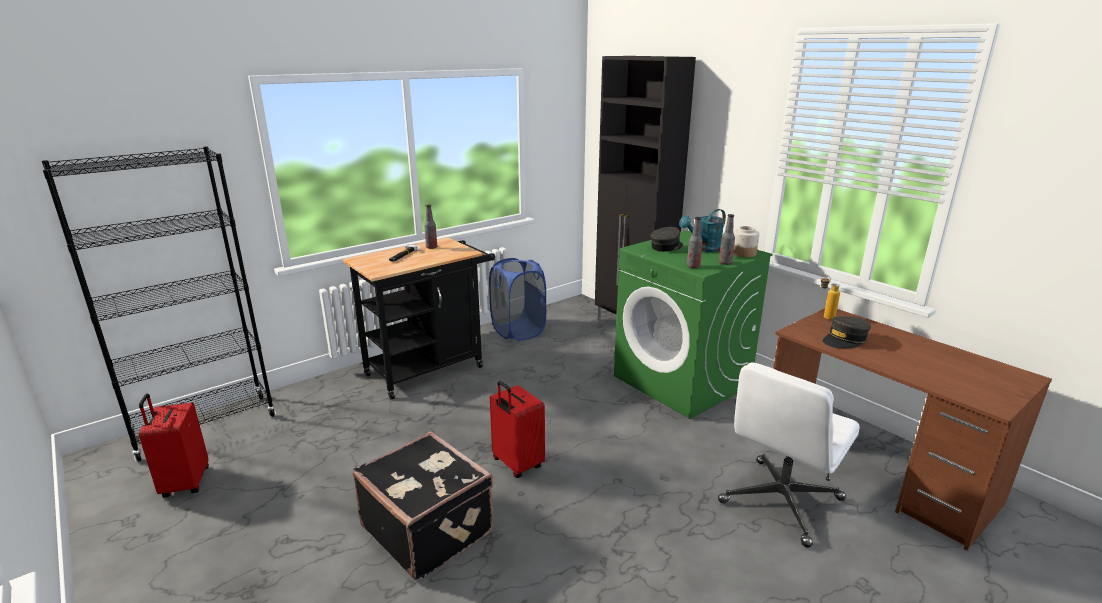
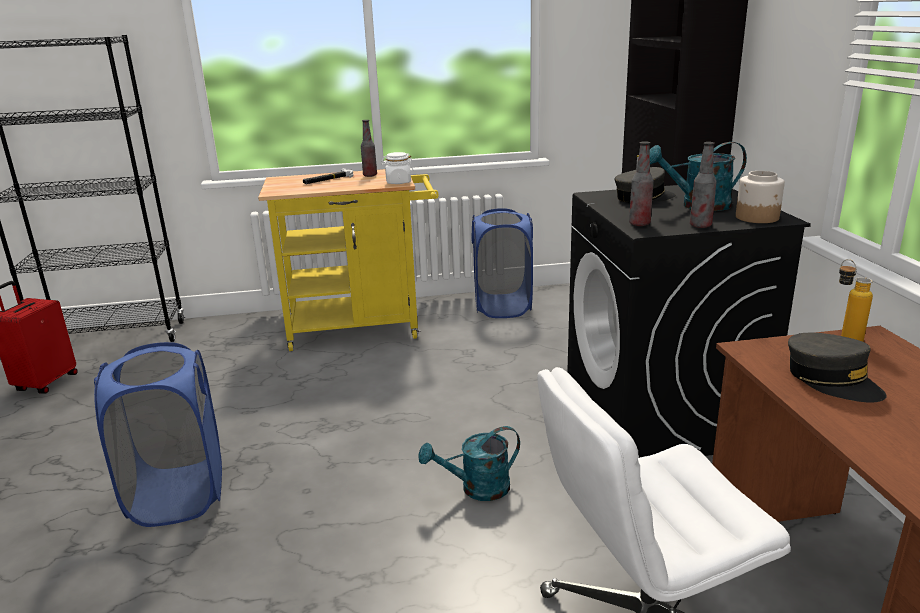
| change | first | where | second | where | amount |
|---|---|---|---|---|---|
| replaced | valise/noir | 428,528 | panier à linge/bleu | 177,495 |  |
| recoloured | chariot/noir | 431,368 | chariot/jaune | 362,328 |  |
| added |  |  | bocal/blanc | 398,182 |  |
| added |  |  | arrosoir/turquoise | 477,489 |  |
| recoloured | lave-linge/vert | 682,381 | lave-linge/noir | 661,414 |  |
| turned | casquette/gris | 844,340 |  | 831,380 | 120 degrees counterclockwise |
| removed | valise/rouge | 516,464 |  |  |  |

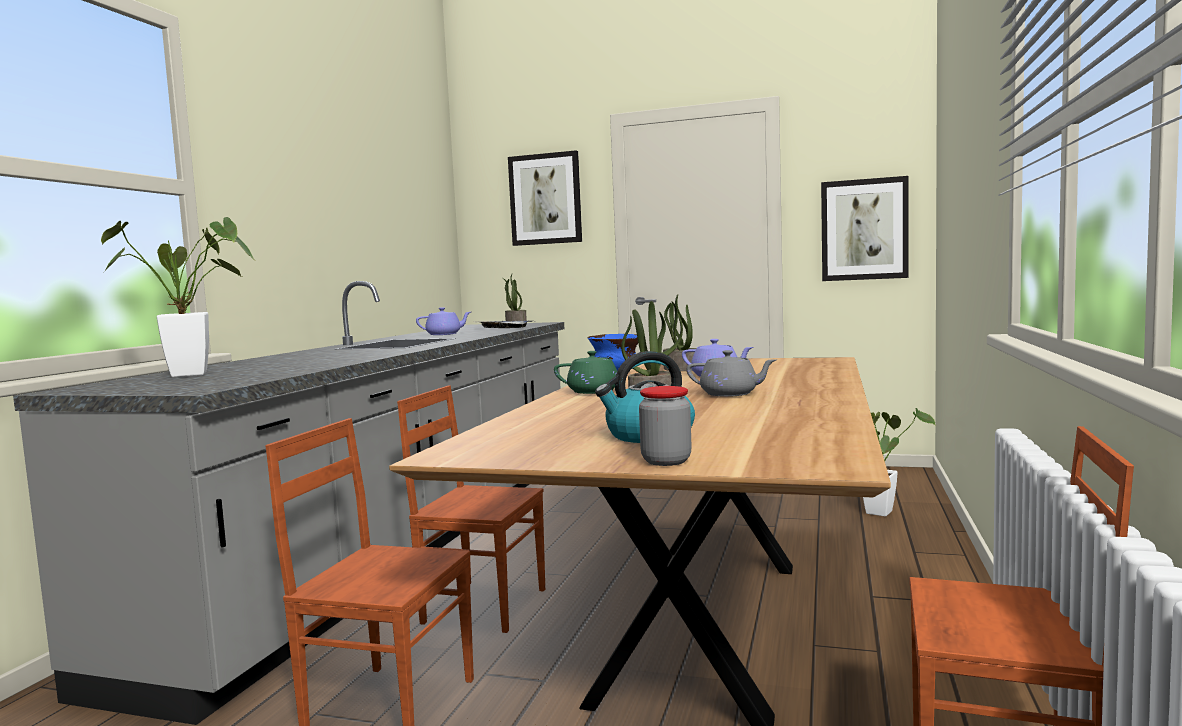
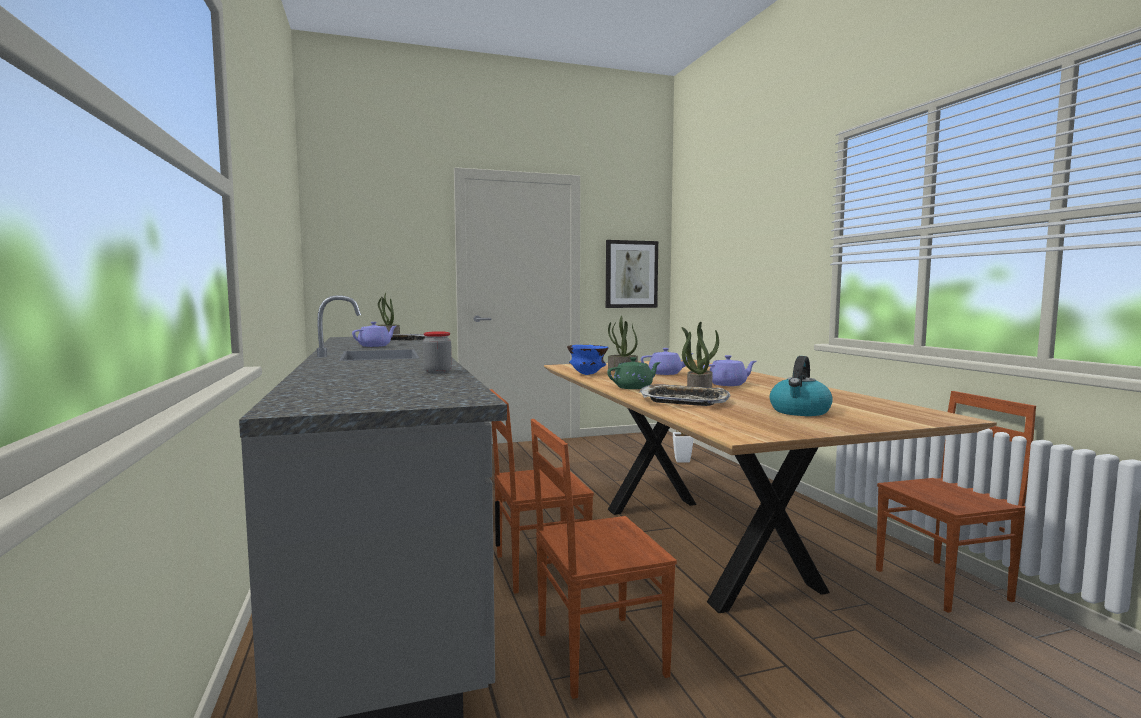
| change | first | where | second | where | amount |
|---|---|---|---|---|---|
| moved | bocal | 666,461 |  | 437,372 |  |
| added |  |  | plateau | 684,401 |  |
| recoloured | théière/gris | 730,394 | théière/violet | 728,384 |  |
| removed | plante en pot | 200,374 |  |  |  |
| removed | tableau | 545,199 |  |  |  |

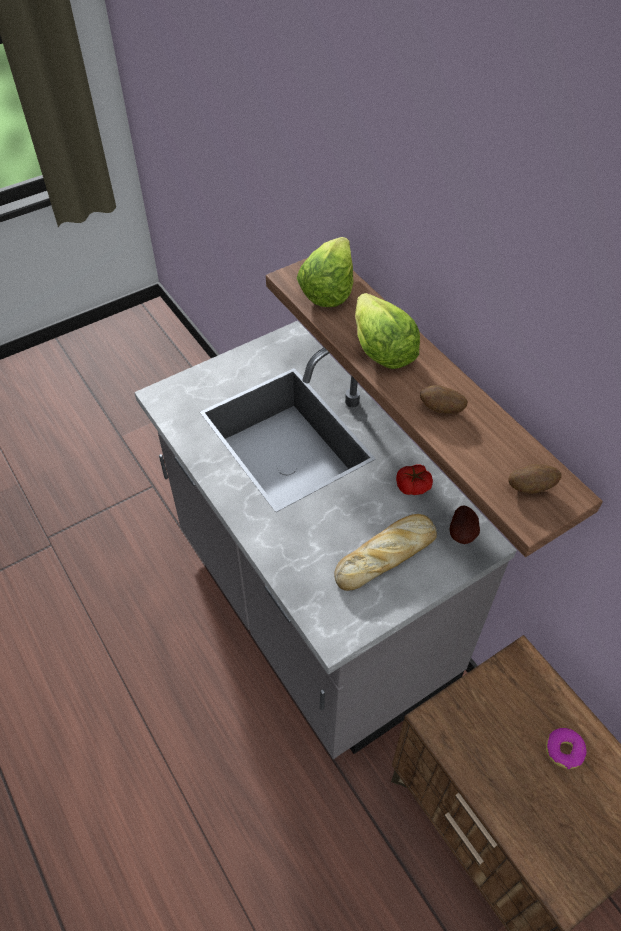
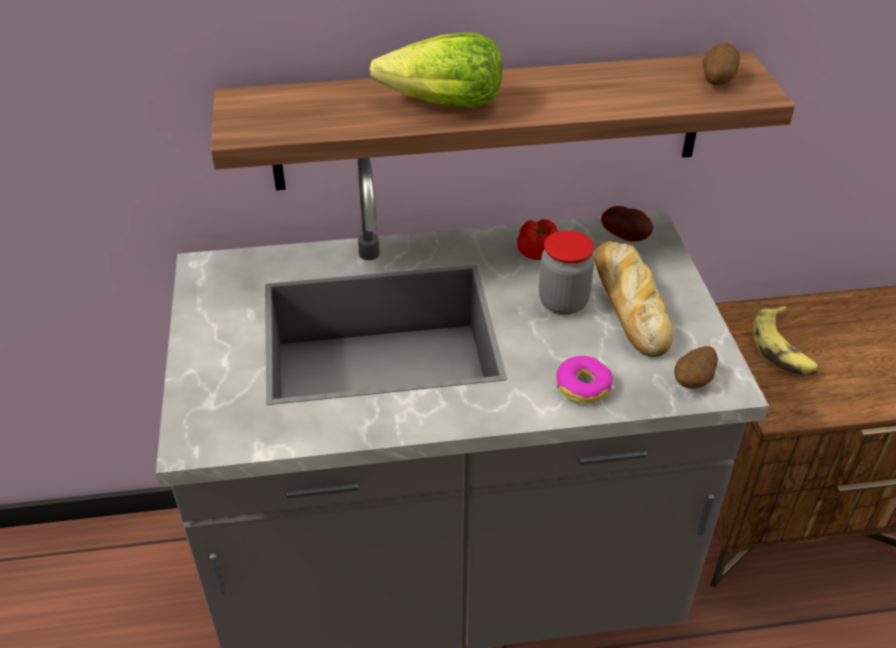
| change | first | where | second | where | amount |
|---|---|---|---|---|---|
| added |  |  | bocal | 563,302 |  |
| moved | beignet | 564,750 |  | 583,386 |  |
| moved | pomme de terre | 441,410 |  | 693,381 |  |
| added |  |  | banane | 783,349 |  |
| removed | laitue | 328,289 |  |  |  |

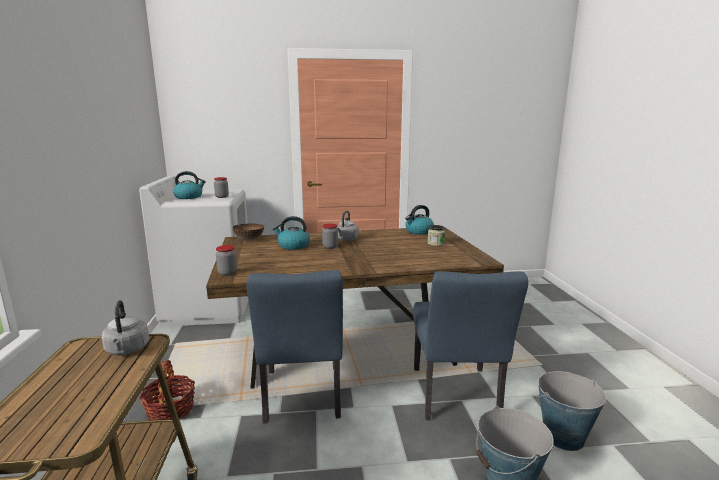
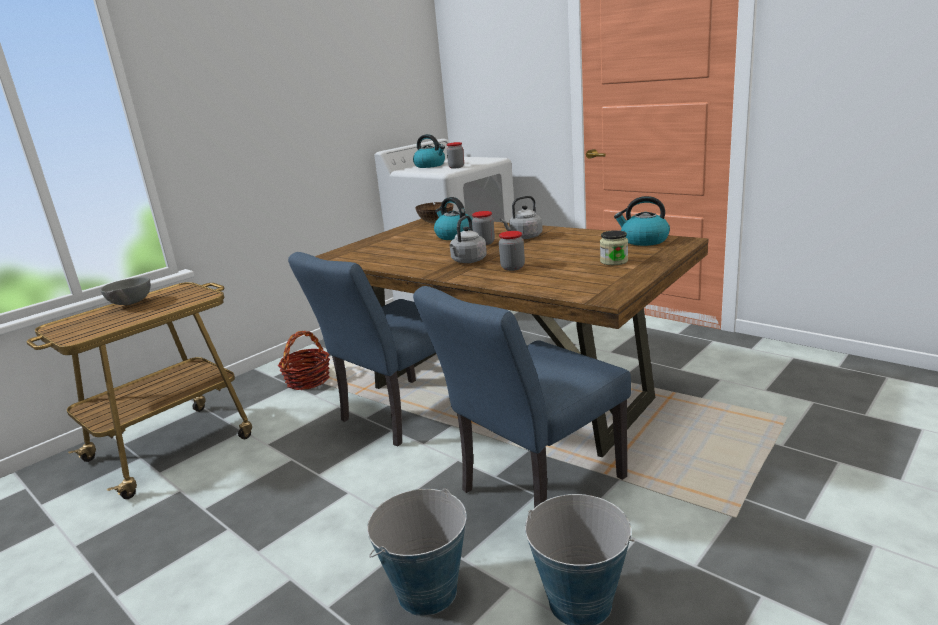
| change | first | where | second | where | amount |
|---|---|---|---|---|---|
| added |  |  | bol/gris | 130,303 |  |
| moved | bouilloire/gris | 127,350 |  | 468,261 |  |
| moved | bocal | 227,273 |  | 512,267 |  |

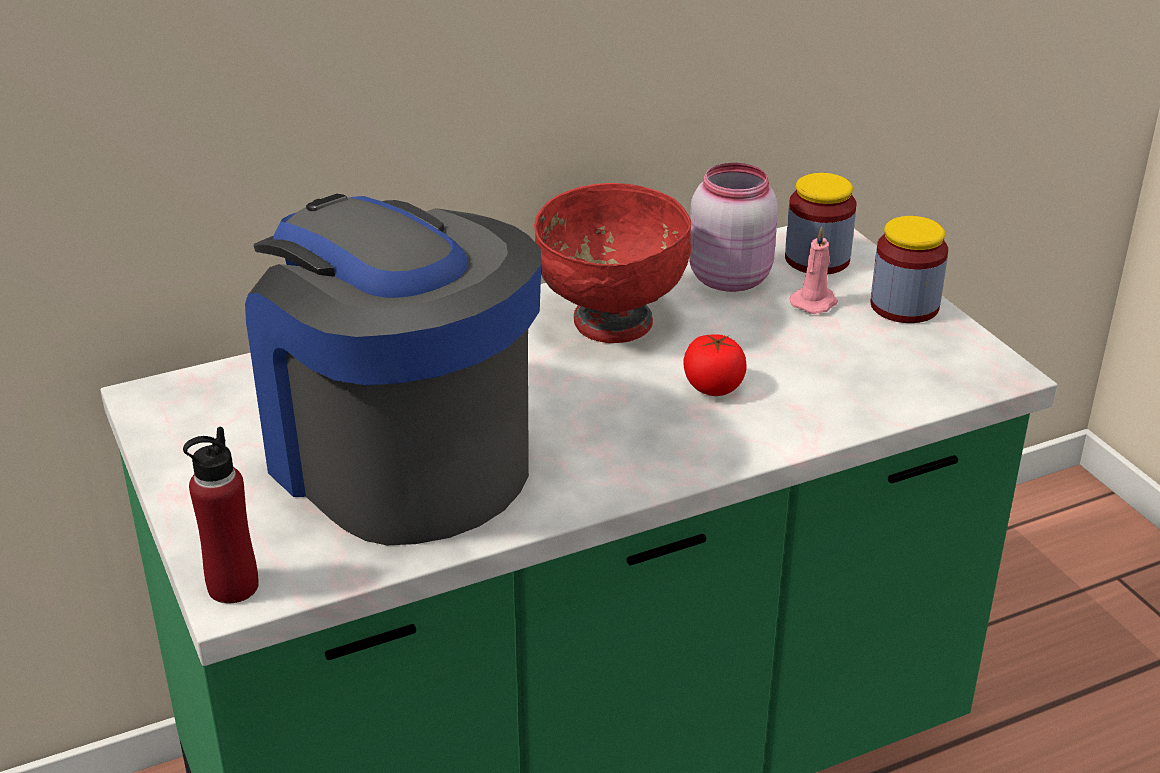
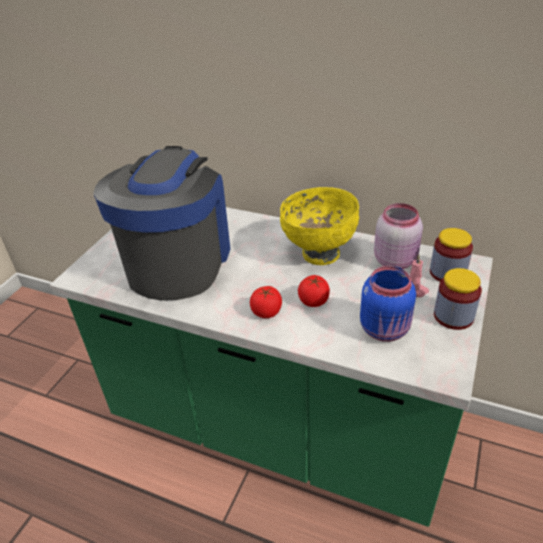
| change | first | where | second | where | amount |
|---|---|---|---|---|---|
| added |  |  | tomate | 266,312 |  |
| recoloured | bol/rouge | 610,323 | bol/jaune | 319,253 |  |
| added |  |  | bocal/bleu | 386,329 |  |
| removed | bouteille/rouge | 232,586 |  |  |  |

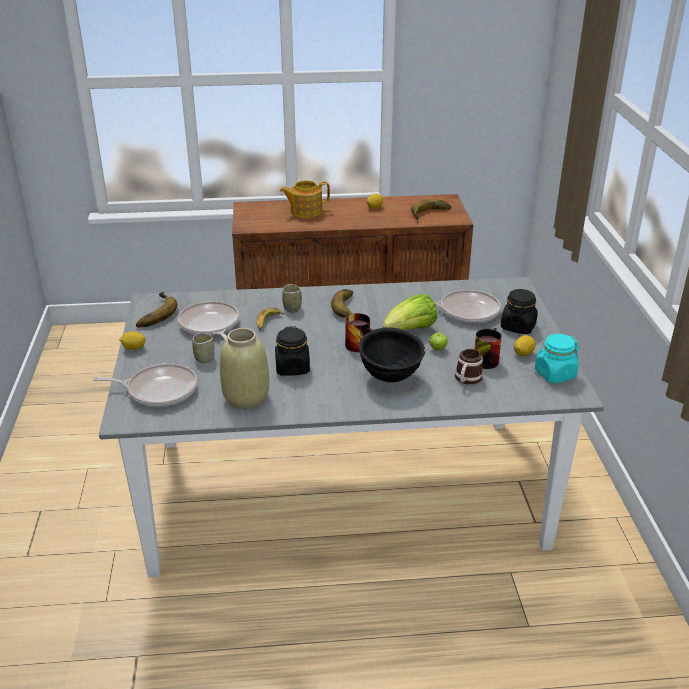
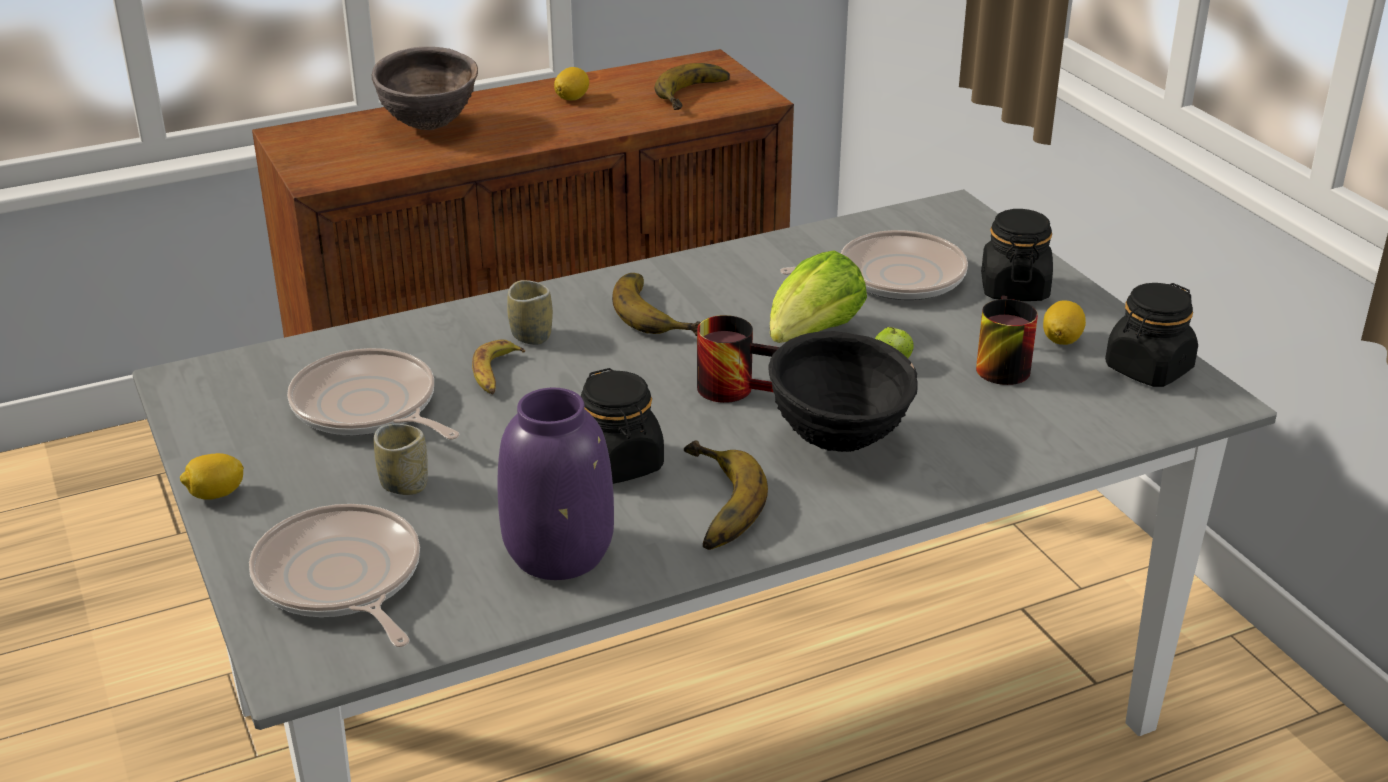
| change | first | where | second | where | amount |
|---|---|---|---|---|---|
| turned | poêle | 159,390 |  | 341,580 | 105 degrees counterclockwise |
| replaced | théière | 305,211 | bol/marron | 428,126 |  |
| recoloured | vase/beige | 245,398 | vase/violet | 558,554 |  |
| moved | banane | 153,314 |  | 708,504 |  |
| recoloured | bocal/turquoise | 554,374 | bocal/noir | 1148,369 |  |
| removed | mug | 467,379 |  |  |  |

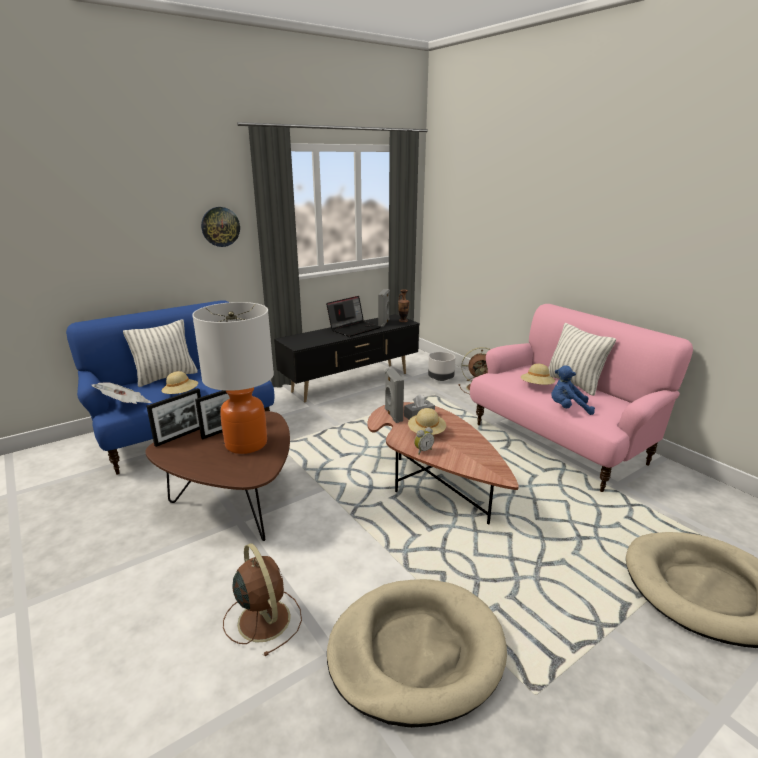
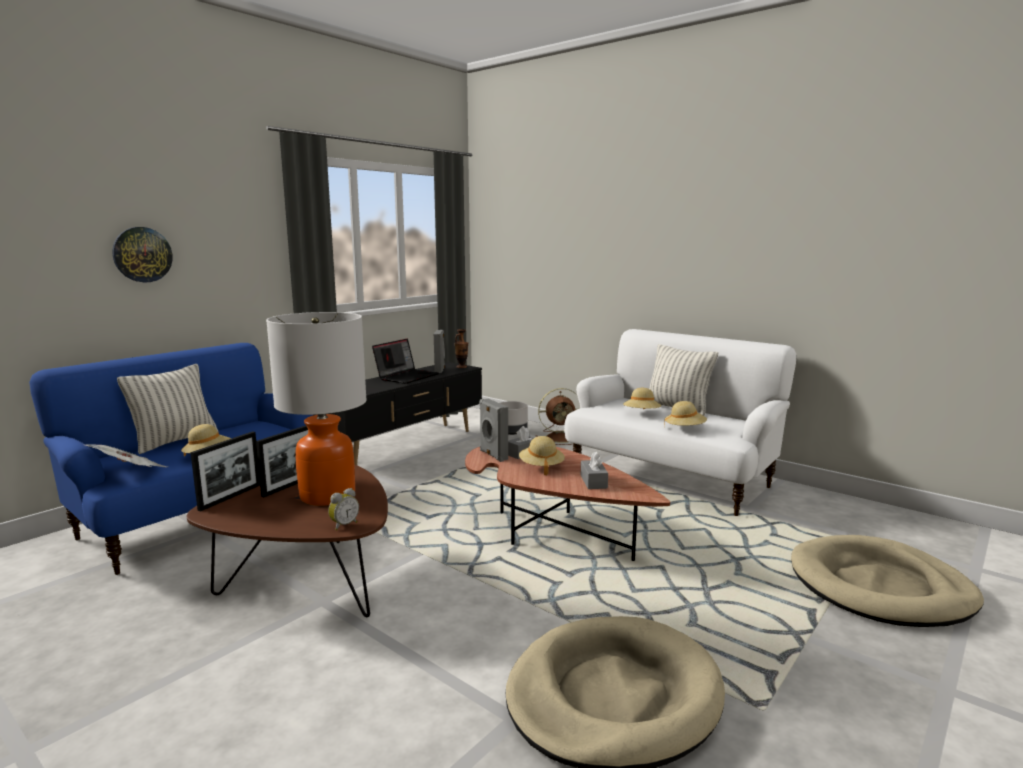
| change | first | where | second | where | amount |
|---|---|---|---|---|---|
| moved | horloge murale | 220,226 |  | 142,254 |  |
| moved | réveil | 423,450 |  | 343,525 |  |
| recoloured | canapé/rose | 559,442 | canapé/blanc | 671,478 |  |
| added |  |  | boîte à mouchoirs/gris | 593,481 |  |
| replaced | peluche/bleu | 568,408 | chapeau/beige | 685,429 |  |
| removed | ventilateur/marron | 263,618 |  |  |  |

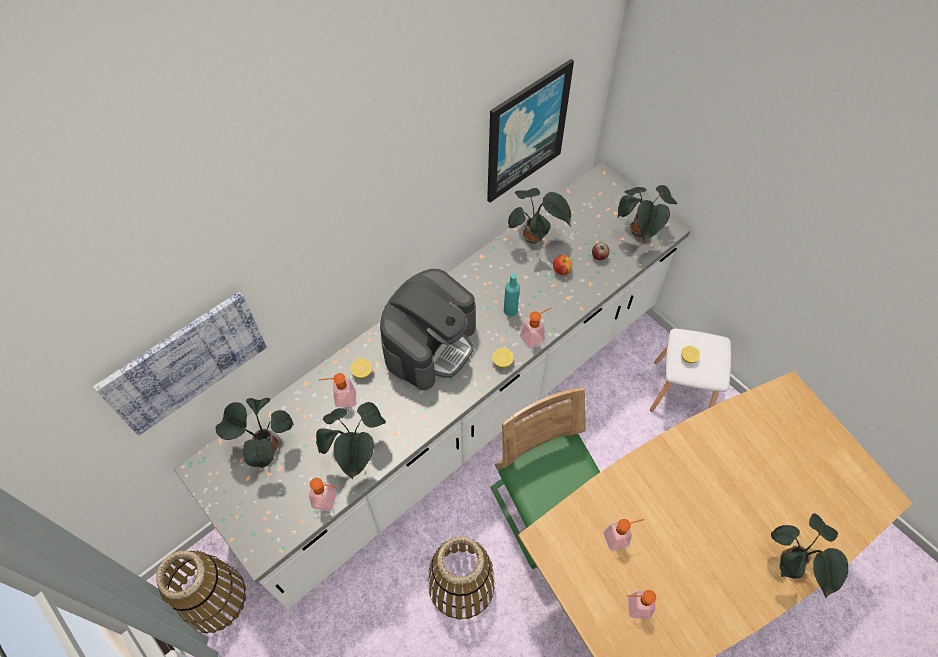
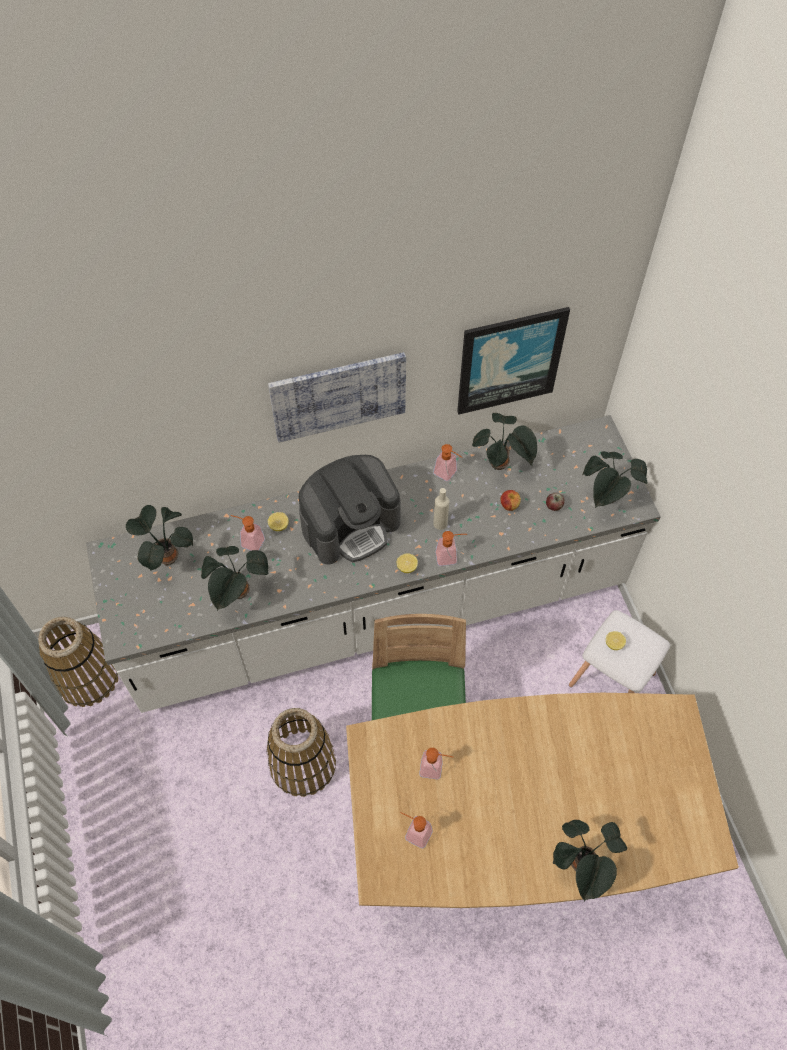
| change | first | where | second | where | amount |
|---|---|---|---|---|---|
| moved | tableau | 185,362 |  | 338,395 |  |
| moved | distributeur de savon | 329,500 |  | 448,474 |  |
| recoloured | bouteille/turquoise | 510,310 | bouteille/beige | 440,523 |  |

